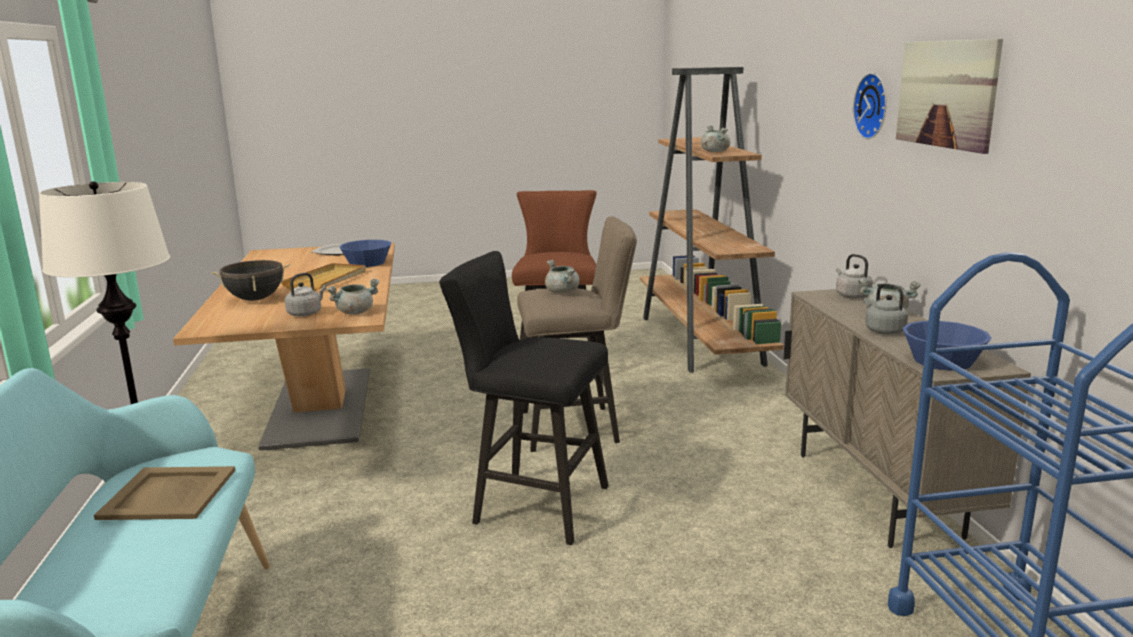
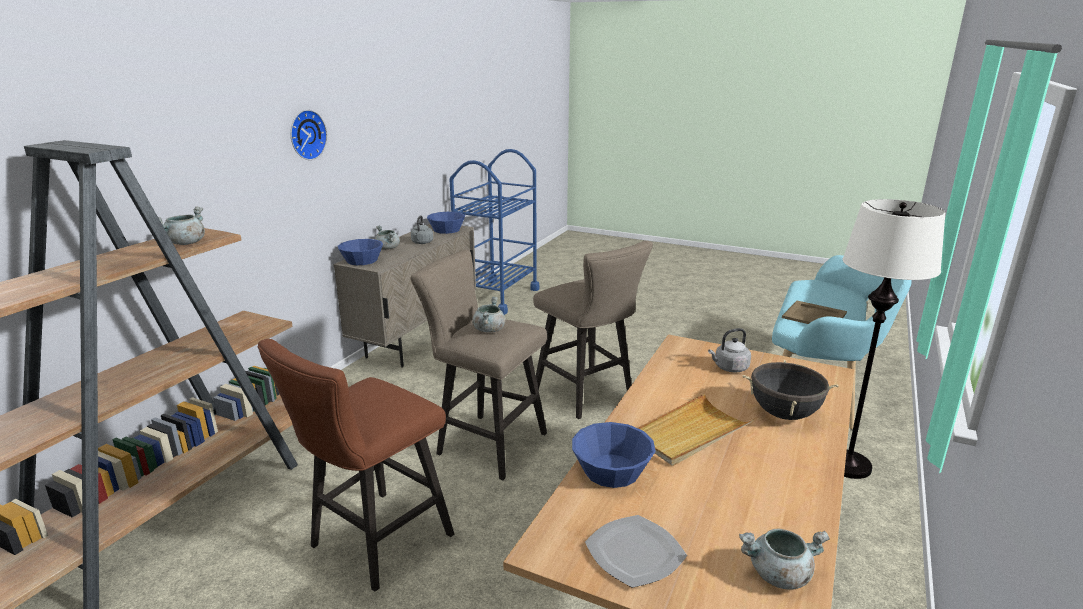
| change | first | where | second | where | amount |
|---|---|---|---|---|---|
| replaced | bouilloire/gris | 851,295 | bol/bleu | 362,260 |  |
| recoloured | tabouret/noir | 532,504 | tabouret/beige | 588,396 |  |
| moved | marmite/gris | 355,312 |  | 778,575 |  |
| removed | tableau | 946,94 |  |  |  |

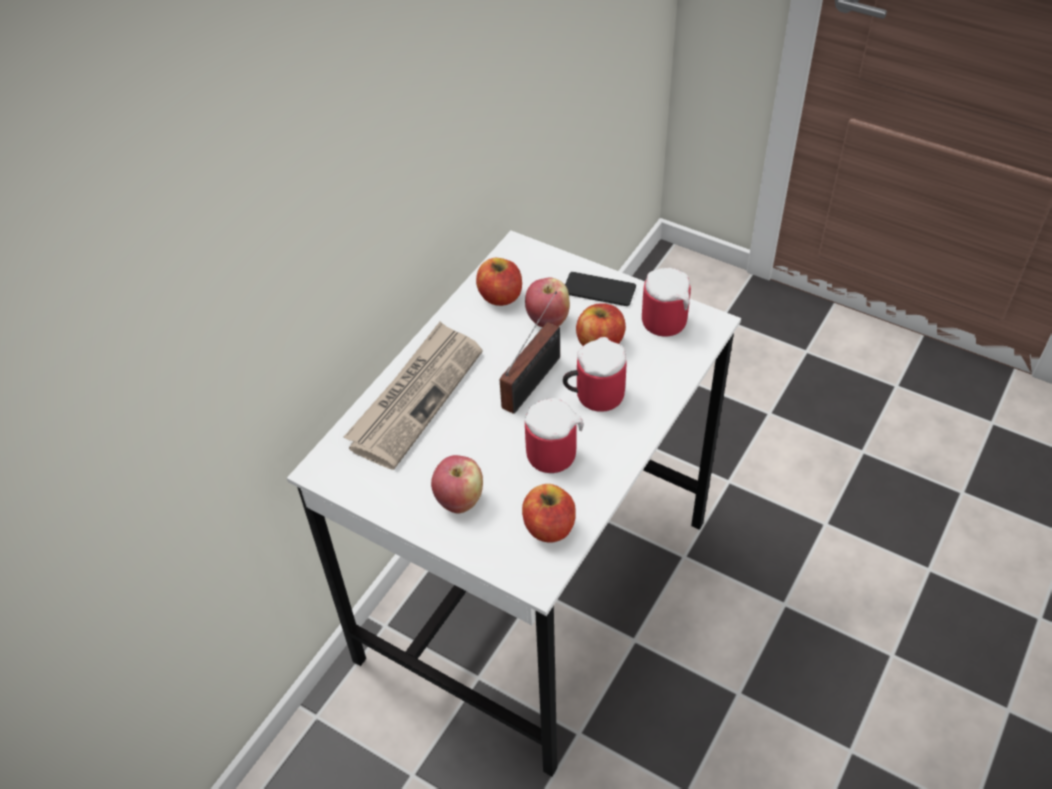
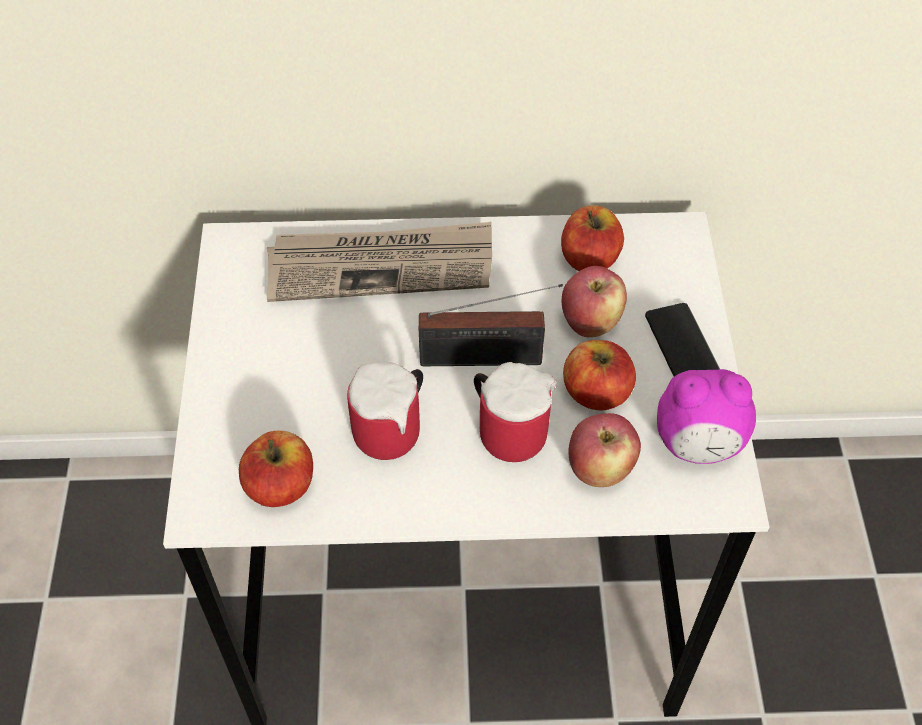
| change | first | where | second | where | amount |
|---|---|---|---|---|---|
| moved | pomme | 459,500 |  | 599,469 |  |
| replaced | mug | 669,318 | réveil | 698,444 |  |

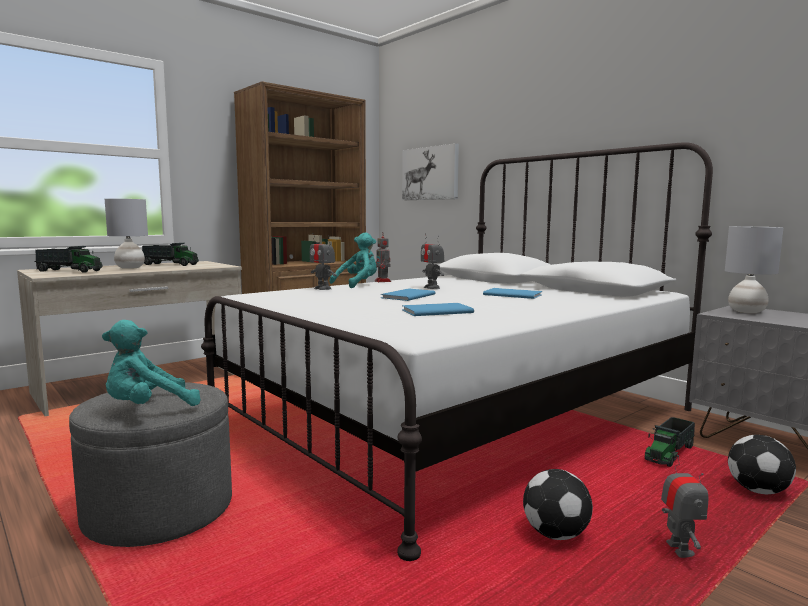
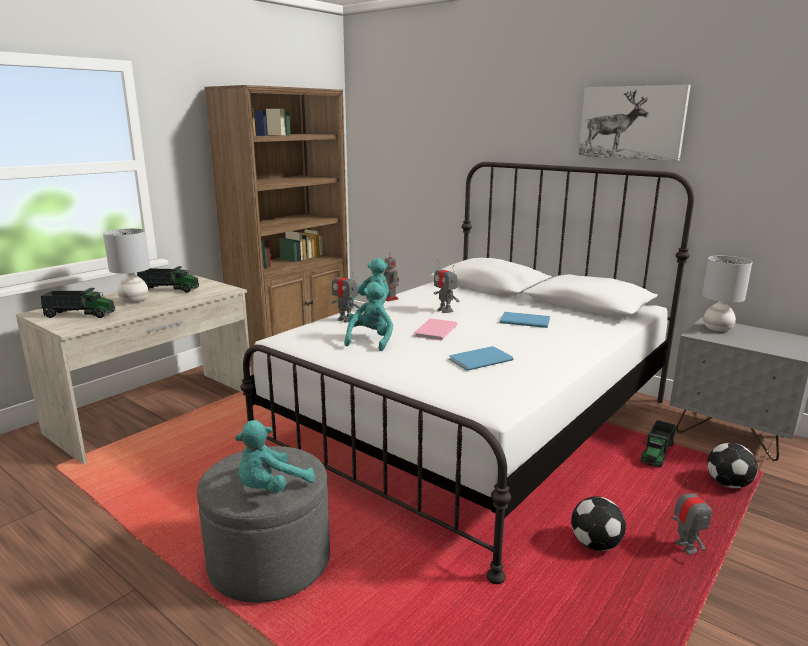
| change | first | where | second | where | amount |
|---|---|---|---|---|---|
| added |  |  | peluche/turquoise | 370,340 |  |
| recoloured | livre/bleu | 406,296 | livre/rose | 434,331 |  |
| moved | tableau | 430,173 |  | 632,122 |  |

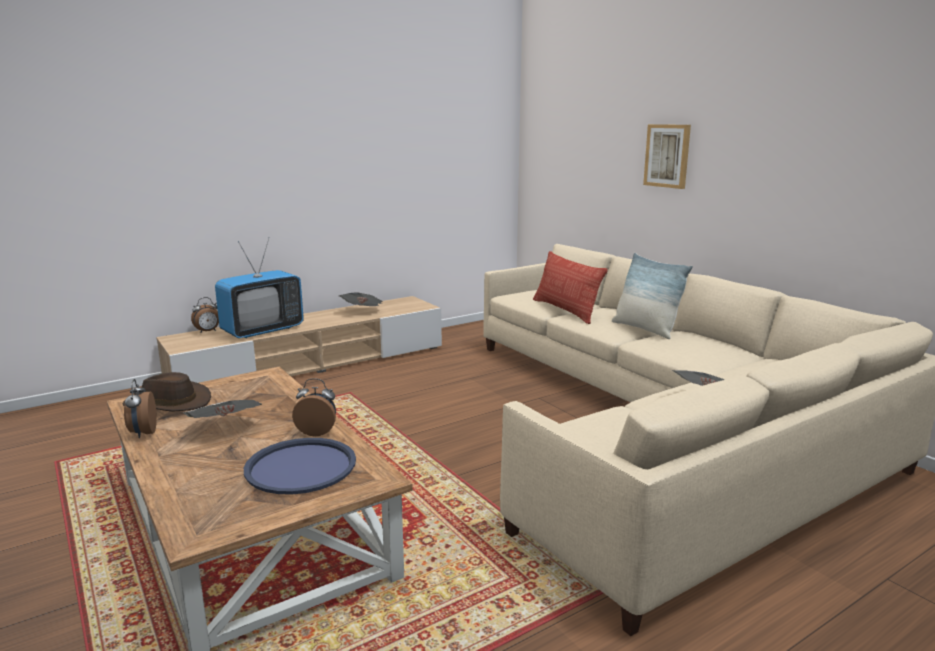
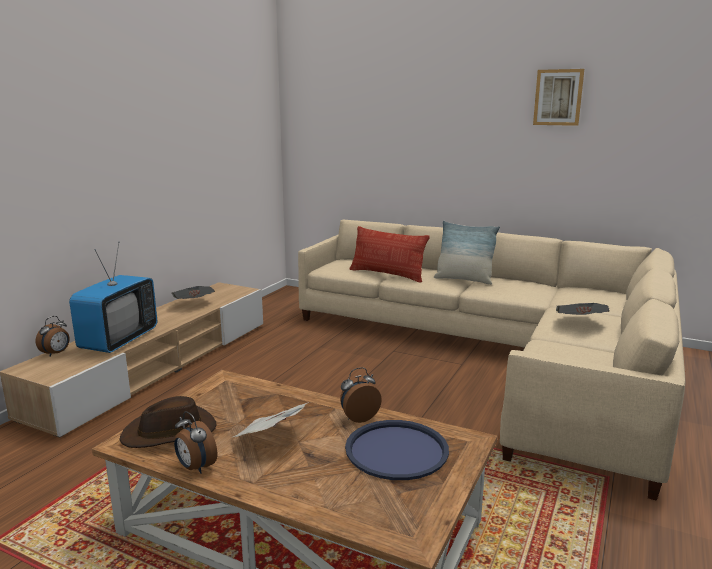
| change | first | where | second | where | amount |
|---|---|---|---|---|---|
| moved | tableau | 667,156 |  | 558,97 |  |

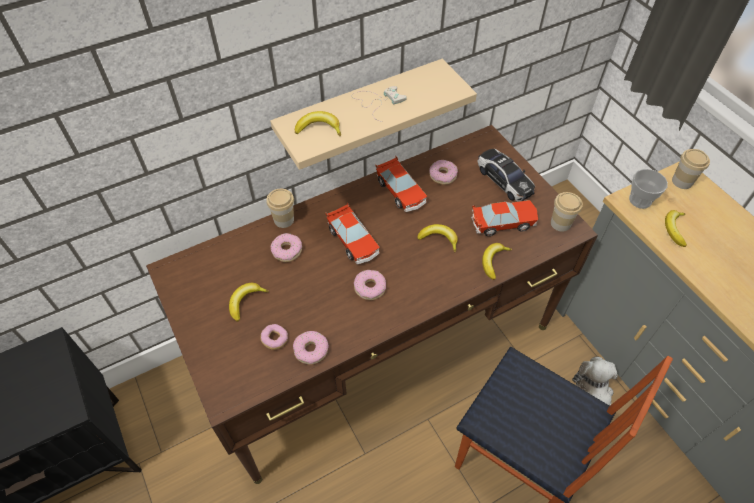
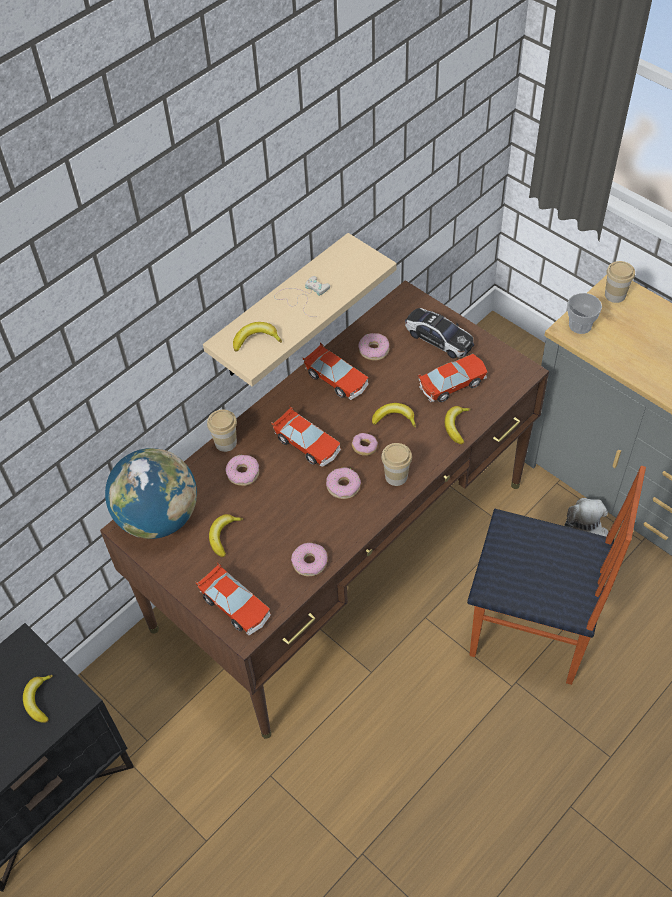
| change | first | where | second | where | amount |
|---|---|---|---|---|---|
| moved | banane | 674,229 |  | 39,700 |  |
| added |  |  | globe | 158,517 |  |
| added |  |  | petite voiture | 235,606 |  |
| moved | beignet | 275,339 |  | 364,447 |  |
| moved | tasse | 560,223 |  | 396,476 |  |

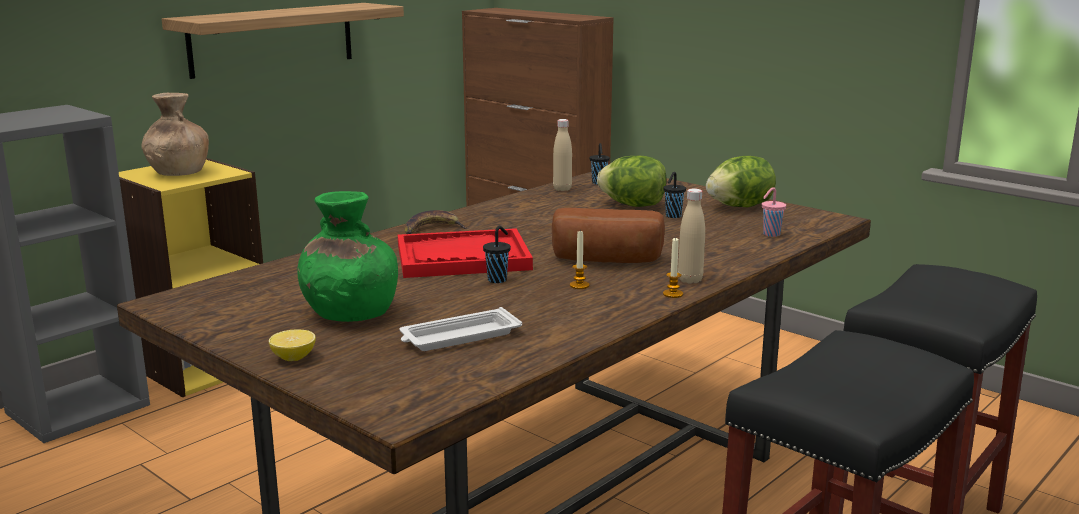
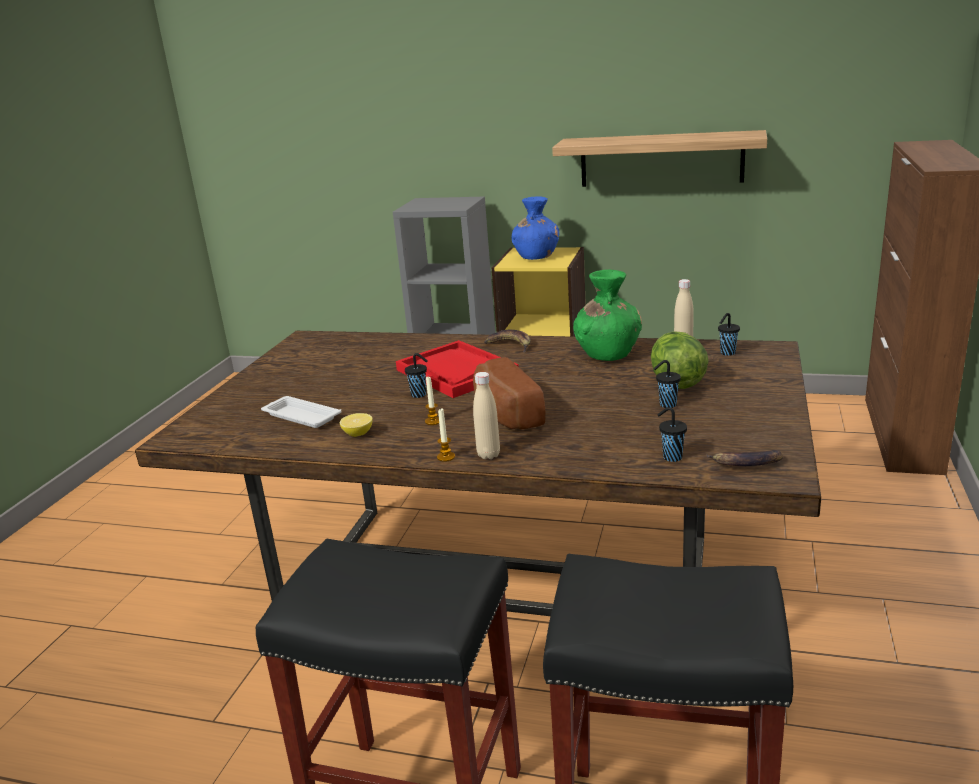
| change | first | where | second | where | amount |
|---|---|---|---|---|---|
| moved | citron | 294,358 |  | 358,434 |  |
| recoloured | vase/marron | 178,173 | vase/bleu | 536,257 |  |
| moved | vase/vert | 349,313 |  | 608,354 |  |
| recoloured | tasse/rose | 770,234 | tasse/noir | 671,457 |  |
| added |  |  | banane | 746,464 |  |
| removed | laitue | 739,207 |  |  |  |

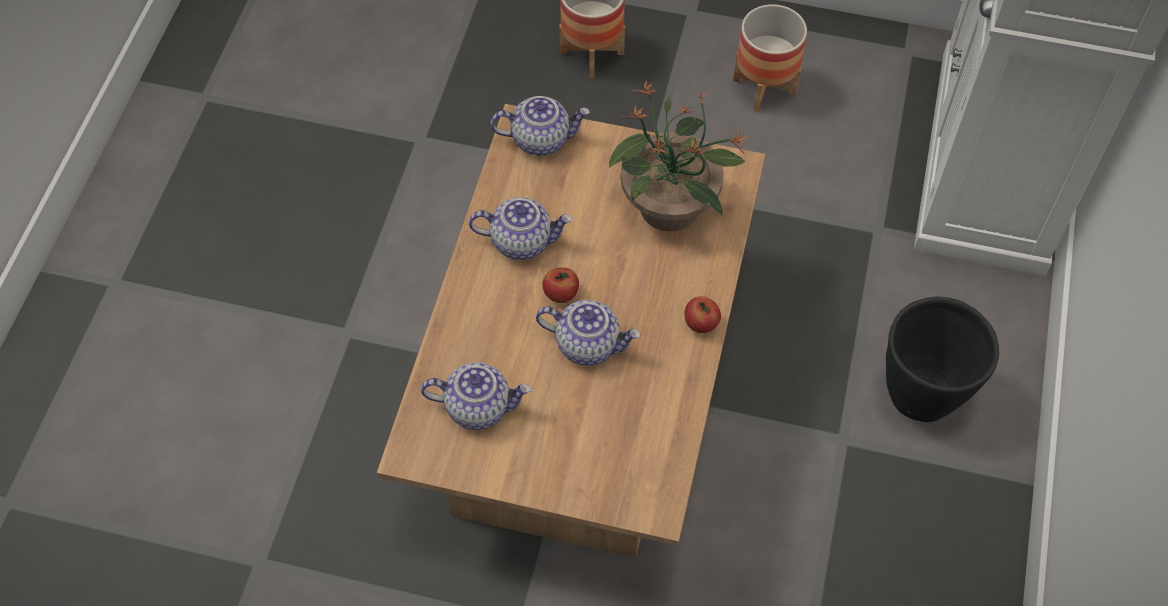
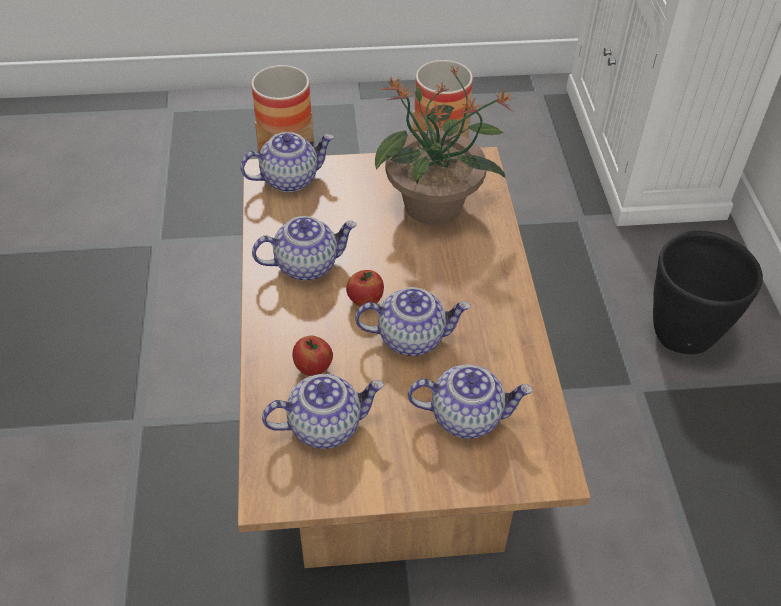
| change | first | where | second | where | amount |
|---|---|---|---|---|---|
| moved | pomme | 701,324 |  | 313,368 |  |
| added |  |  | théière | 467,416 |  |

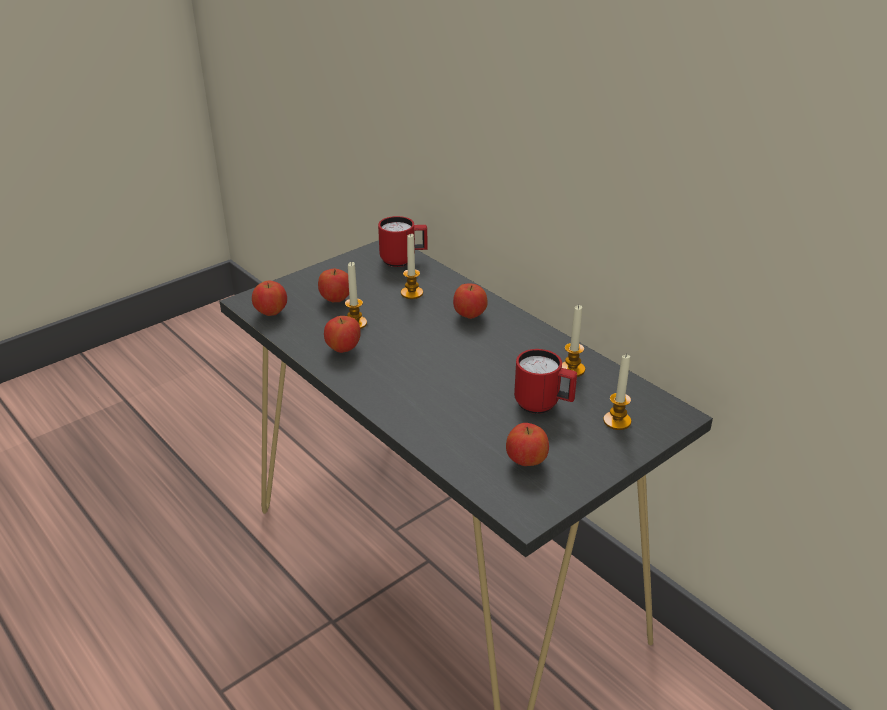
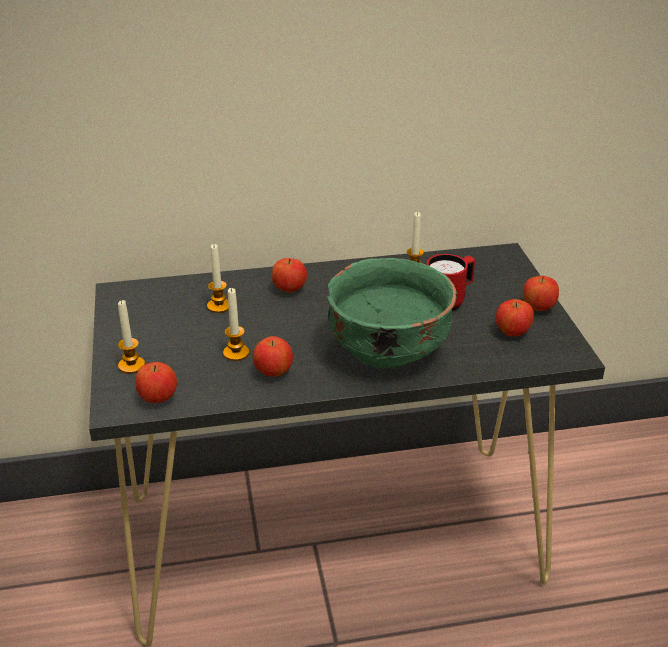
| change | first | where | second | where | amount |
|---|---|---|---|---|---|
| moved | bougie | 617,421 |  | 131,365 |  |
| added |  |  | bol/vert | 387,351 |  |
| moved | pomme | 336,300 |  | 538,308 |  |
| removed | mug/rouge | 403,260 |  |  |  |

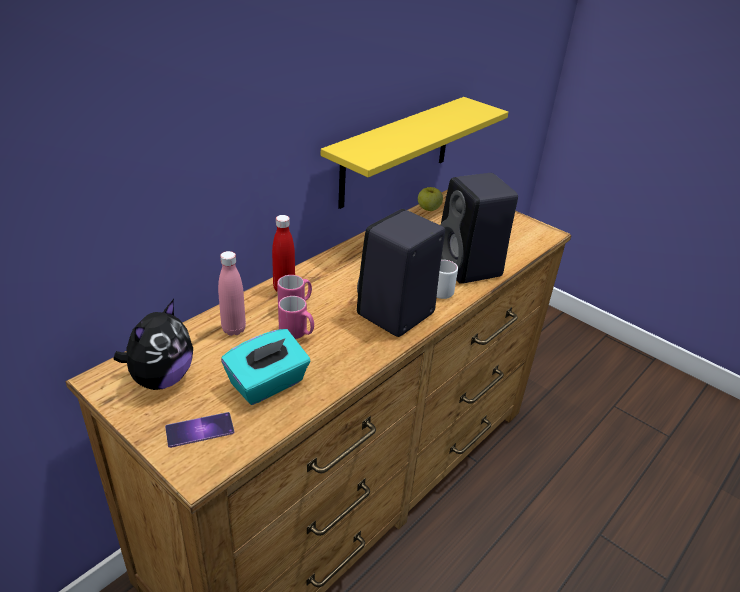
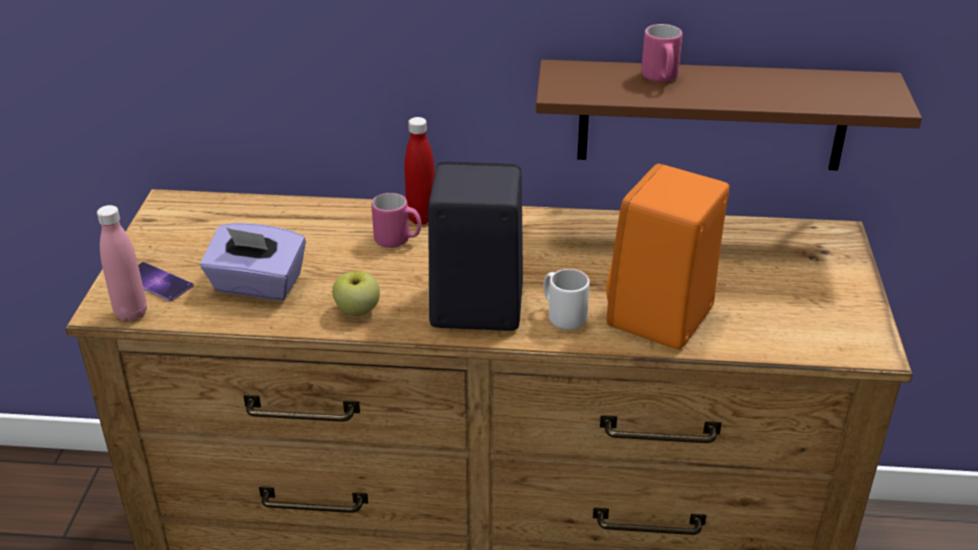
| change | first | where | second | where | amount |
|---|---|---|---|---|---|
| moved | bouteille/rose | 234,329 |  | 131,313 |  |
| recoloured | boîte à mouchoirs/turquoise | 268,384 | boîte à mouchoirs/violet | 257,285 |  |
| moved | pomme | 429,209 |  | 357,310 |  |
| recoloured | étagère/jaune | 396,152 | étagère/marron | 712,115 |  |
| recoloured | enceinte/noir | 470,268 | enceinte/orange | 659,318 |  |
| moved | mug/rose | 297,334 |  | 661,79 |  |
| removed | peluche | 161,378 |  |  |  |

